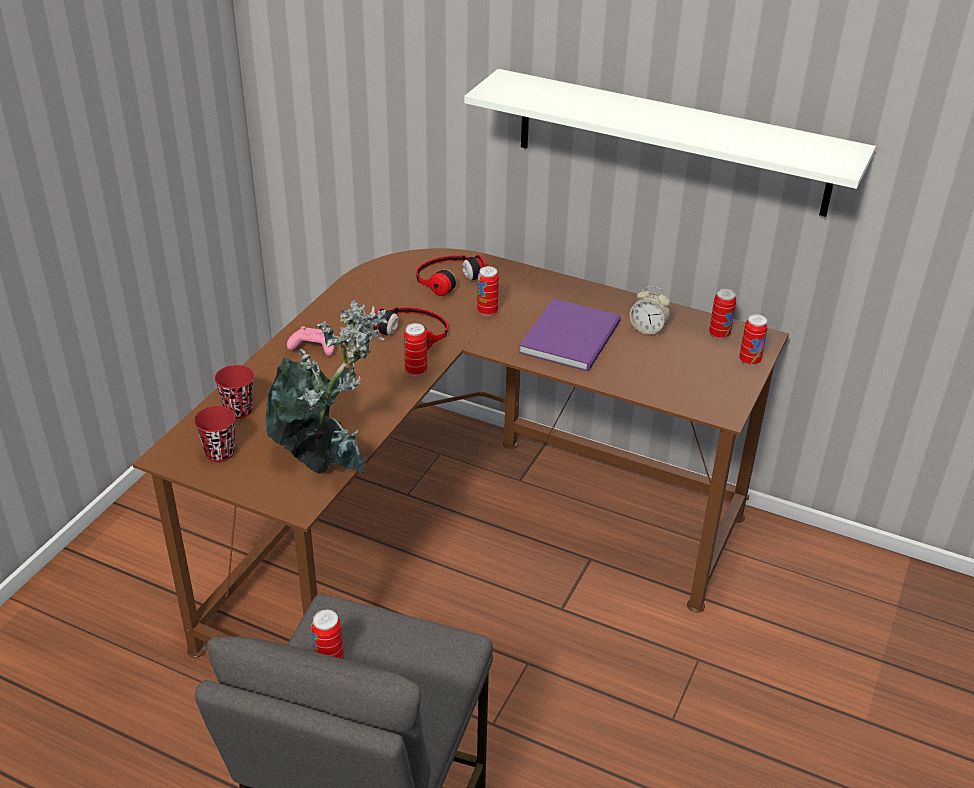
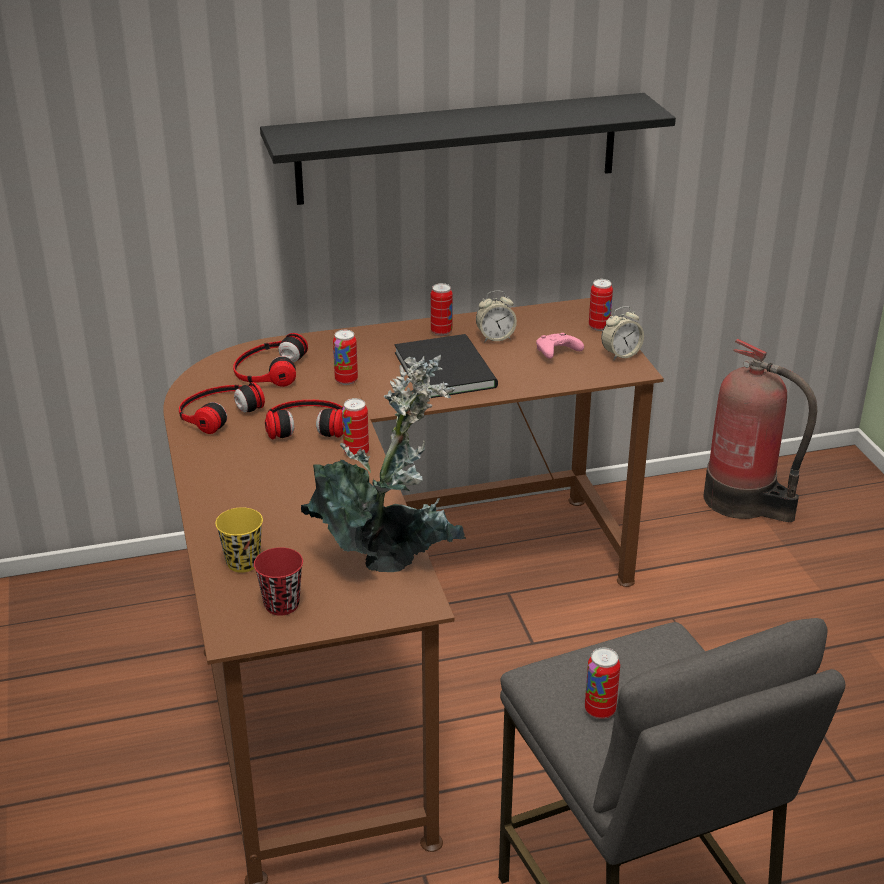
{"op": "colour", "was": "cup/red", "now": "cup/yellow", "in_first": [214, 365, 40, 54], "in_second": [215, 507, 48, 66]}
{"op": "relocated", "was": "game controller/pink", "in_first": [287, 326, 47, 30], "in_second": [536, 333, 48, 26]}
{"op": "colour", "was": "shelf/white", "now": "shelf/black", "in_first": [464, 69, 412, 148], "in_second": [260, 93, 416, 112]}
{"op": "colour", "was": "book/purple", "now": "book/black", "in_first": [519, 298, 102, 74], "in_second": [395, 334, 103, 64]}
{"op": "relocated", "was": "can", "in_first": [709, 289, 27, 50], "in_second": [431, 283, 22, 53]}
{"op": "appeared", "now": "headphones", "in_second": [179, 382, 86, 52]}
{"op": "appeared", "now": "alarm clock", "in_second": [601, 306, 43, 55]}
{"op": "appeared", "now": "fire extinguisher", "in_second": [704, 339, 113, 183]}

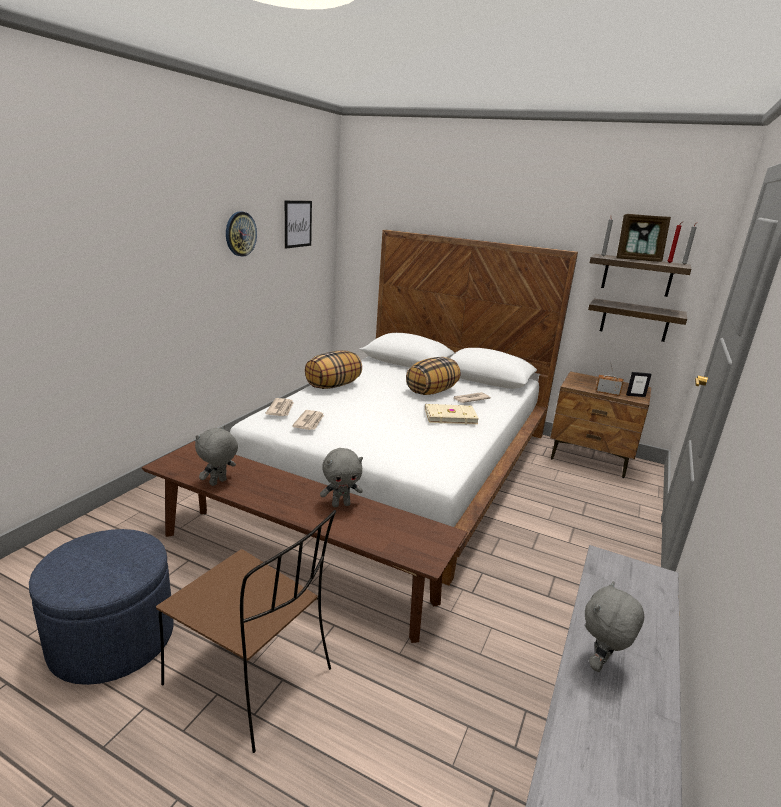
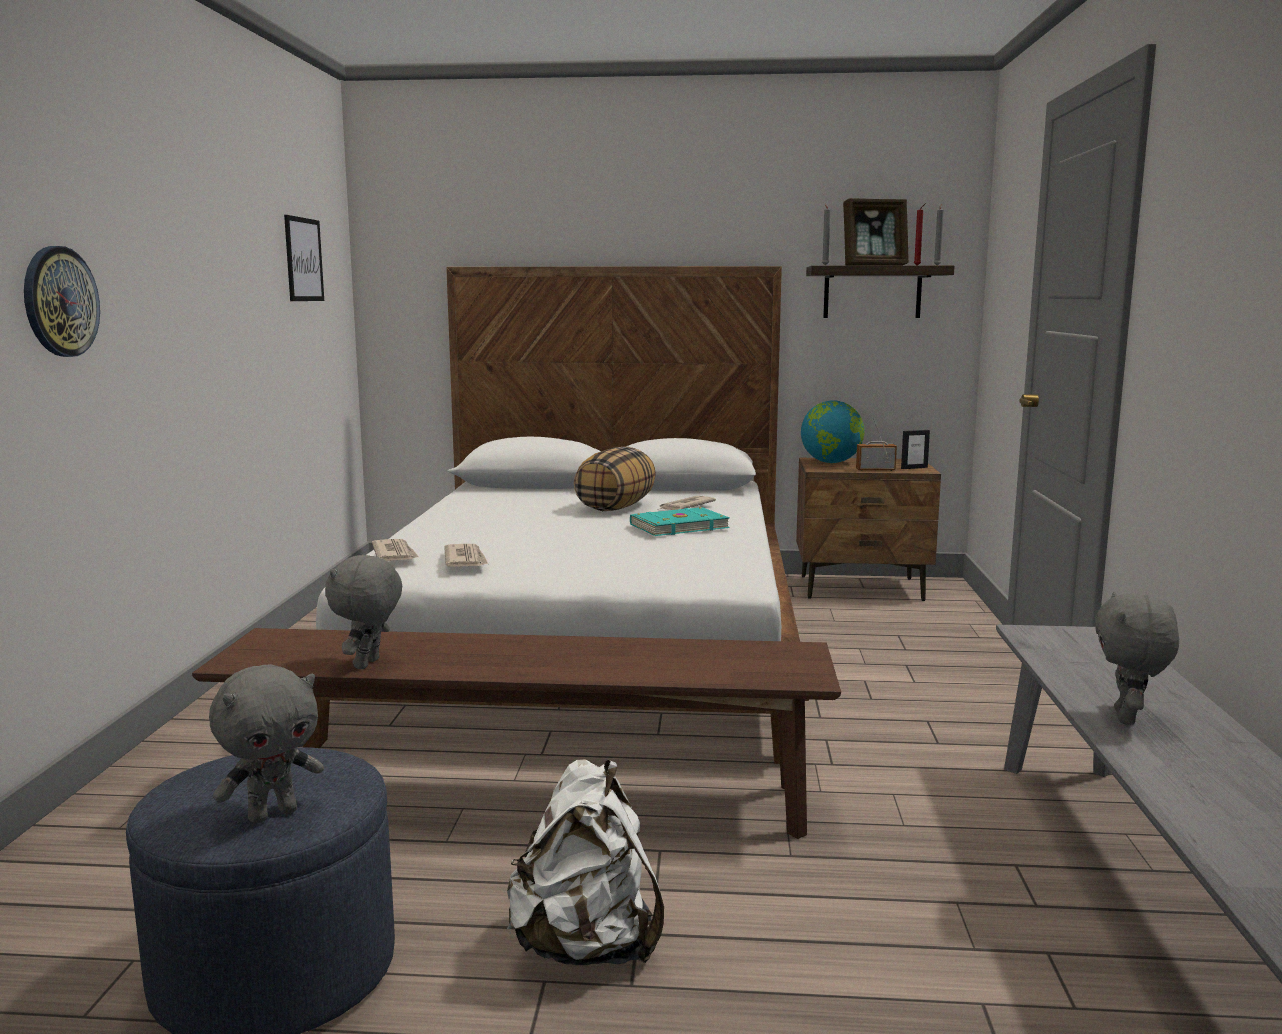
{"op": "exchanged", "was": "chair/brown", "now": "backpack/white", "in_first": [156, 510, 180, 243], "in_second": [507, 759, 157, 206]}
{"op": "relocated", "was": "wall clock", "in_first": [226, 212, 31, 45], "in_second": [24, 246, 76, 111]}
{"op": "missing", "was": "pillow", "in_first": [305, 350, 57, 39]}
{"op": "relocated", "was": "plush toy/grey", "in_first": [320, 448, 43, 59], "in_second": [209, 664, 115, 160]}
{"op": "colour", "was": "book/beige", "now": "book/turquoise", "in_first": [425, 404, 54, 20], "in_second": [630, 507, 100, 29]}
{"op": "missing", "was": "shelf", "in_first": [588, 298, 99, 44]}
{"op": "appeared", "now": "globe", "in_second": [801, 400, 64, 63]}

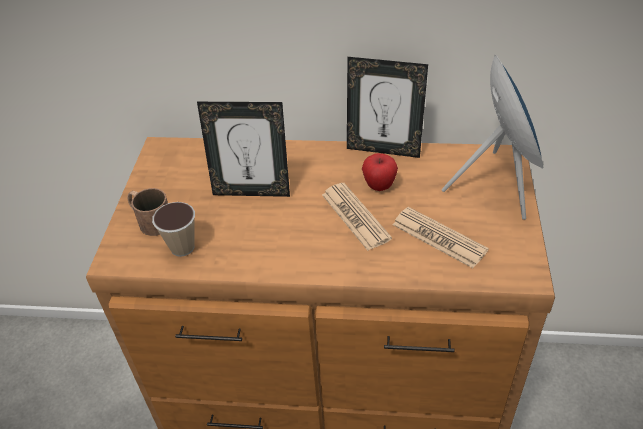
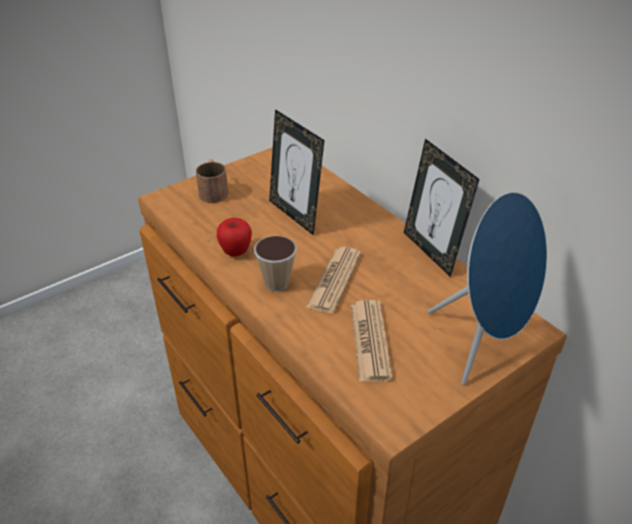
{"op": "relocated", "was": "cup", "in_first": [152, 202, 43, 55], "in_second": [254, 236, 43, 55]}
{"op": "relocated", "was": "apple", "in_first": [362, 153, 36, 38], "in_second": [217, 218, 35, 39]}

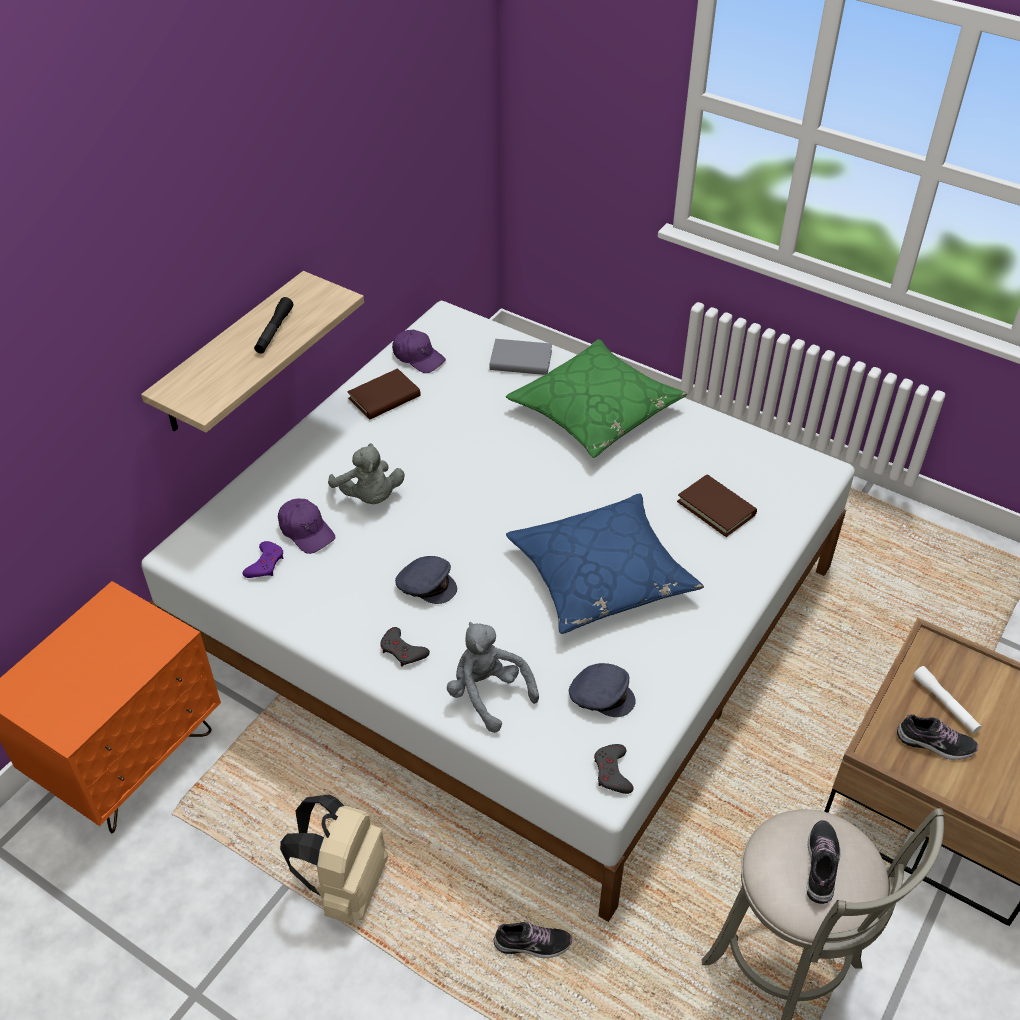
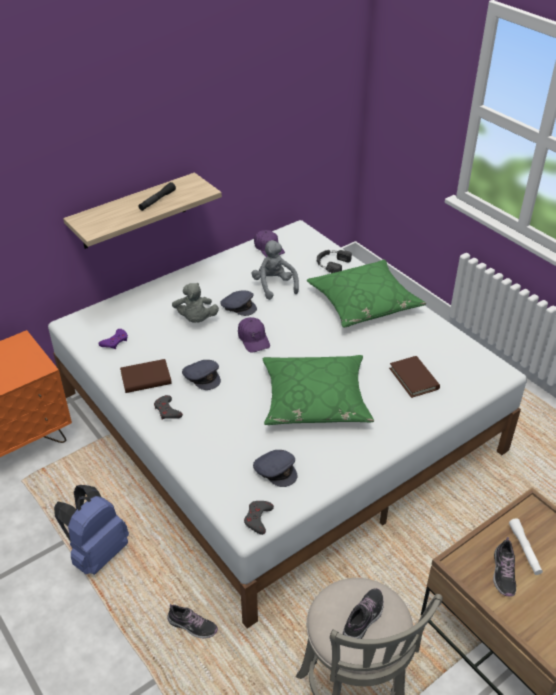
{"op": "relocated", "was": "cap/purple", "in_first": [278, 499, 57, 55], "in_second": [238, 317, 32, 36]}
{"op": "colour", "was": "backpack/beige", "now": "backpack/blue", "in_first": [280, 794, 108, 130], "in_second": [54, 485, 75, 90]}
{"op": "relocated", "was": "book/brown", "in_first": [347, 368, 74, 52], "in_second": [120, 359, 52, 34]}
{"op": "relocated", "was": "plush toy/grey", "in_first": [447, 622, 92, 111], "in_second": [251, 240, 48, 60]}
{"op": "exchanged", "was": "book/grey", "now": "headphones/black", "in_first": [490, 339, 62, 36], "in_second": [317, 250, 35, 23]}
{"op": "colour", "was": "pillow/blue", "now": "pillow/green", "in_first": [506, 493, 198, 141], "in_second": [263, 355, 111, 70]}
{"op": "spun", "was": "shoe", "in_first": [897, 713, 81, 47], "in_second": [493, 537, 23, 60], "clockwise": 60}
{"op": "appeared", "now": "cap/grey", "in_second": [220, 290, 37, 26]}

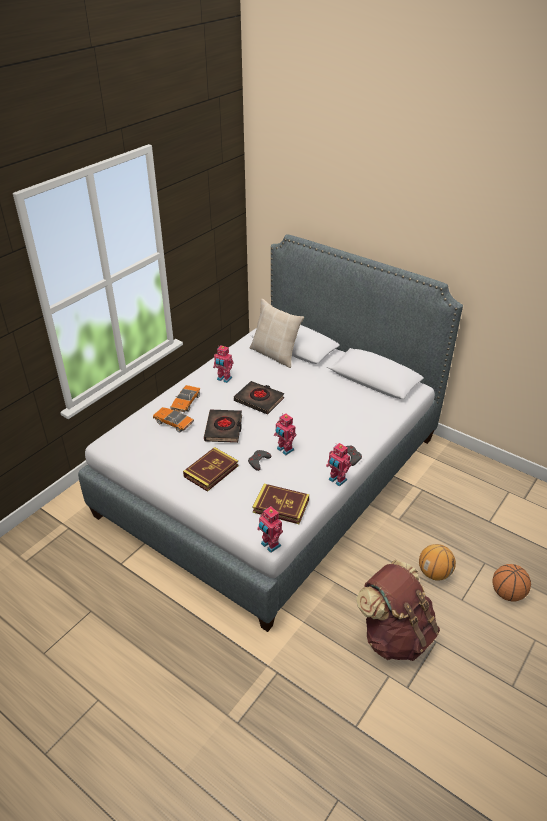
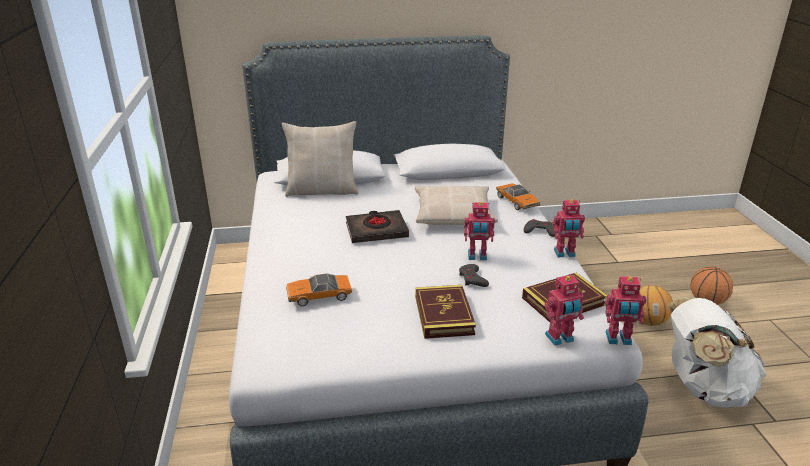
{"op": "relocated", "was": "toy car", "in_first": [170, 385, 30, 27], "in_second": [496, 183, 44, 27]}
{"op": "missing", "was": "book/black", "in_first": [204, 410, 38, 33]}
{"op": "relocated", "was": "toy robot", "in_first": [213, 345, 21, 38], "in_second": [545, 275, 39, 71]}
{"op": "colour", "was": "backpack/brown", "now": "backpack/white", "in_first": [356, 560, 84, 101], "in_second": [667, 297, 99, 110]}
{"op": "appeared", "now": "pillow/beige", "in_second": [415, 186, 83, 39]}

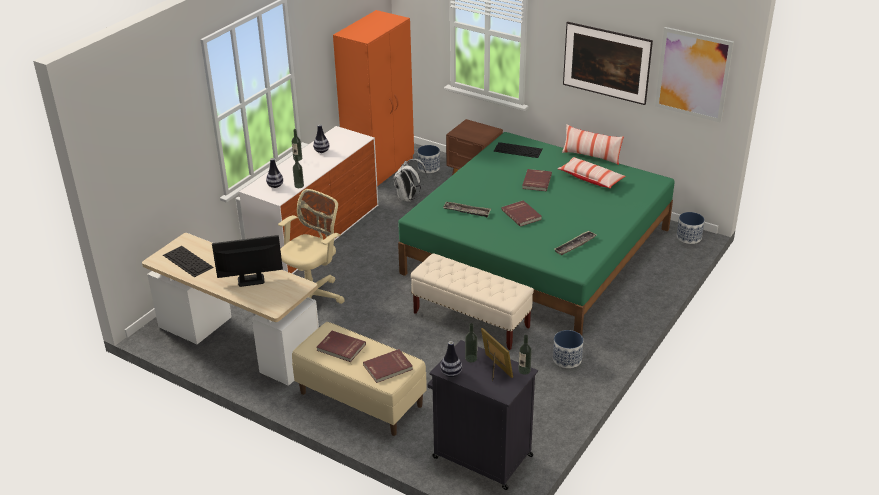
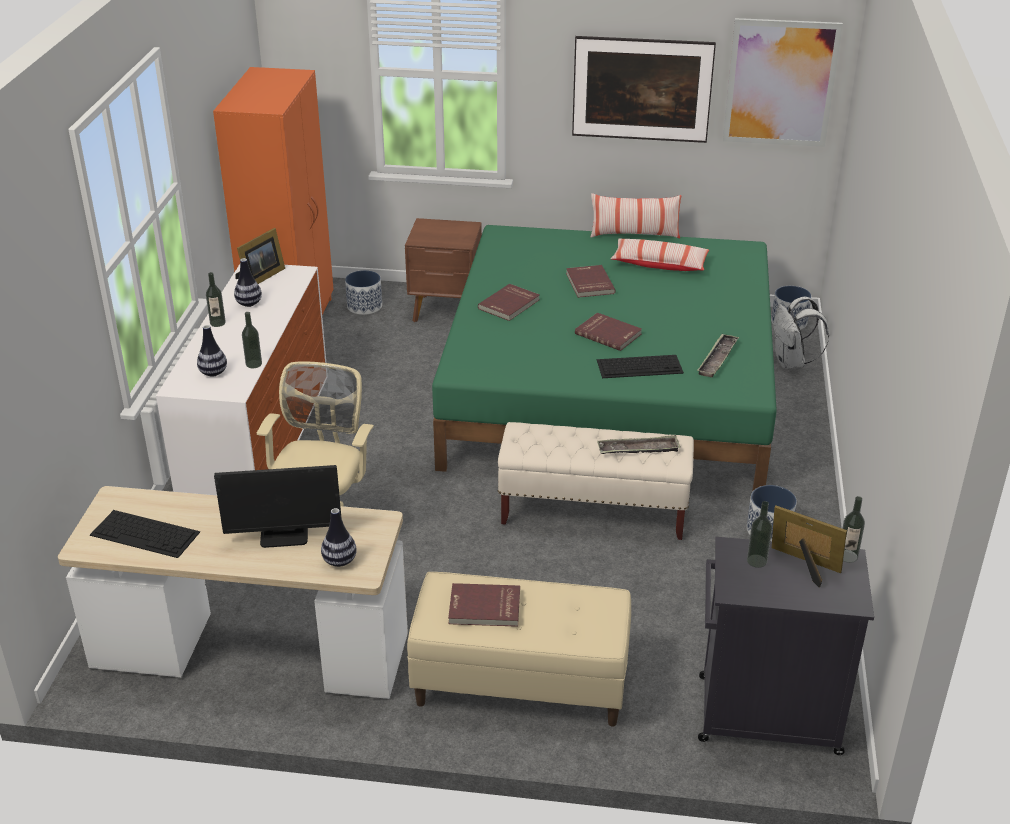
{"op": "spun", "was": "monitor", "in_first": [212, 235, 71, 52], "in_second": [214, 465, 127, 83], "clockwise": -150}
{"op": "relocated", "was": "book/red", "in_first": [363, 349, 50, 34], "in_second": [478, 284, 62, 37]}
{"op": "relocated", "was": "backpack/white", "in_first": [394, 159, 33, 43], "in_second": [773, 297, 56, 72]}
{"op": "relocated", "was": "vase", "in_first": [440, 341, 22, 36], "in_second": [321, 508, 36, 59]}
{"op": "relocated", "was": "tray", "in_first": [443, 202, 48, 15], "in_second": [597, 435, 84, 19]}
{"op": "relocated", "was": "keyboard", "in_first": [493, 142, 49, 16], "in_second": [597, 355, 87, 23]}
{"op": "appeared", "now": "picture frame", "in_second": [235, 228, 50, 56]}

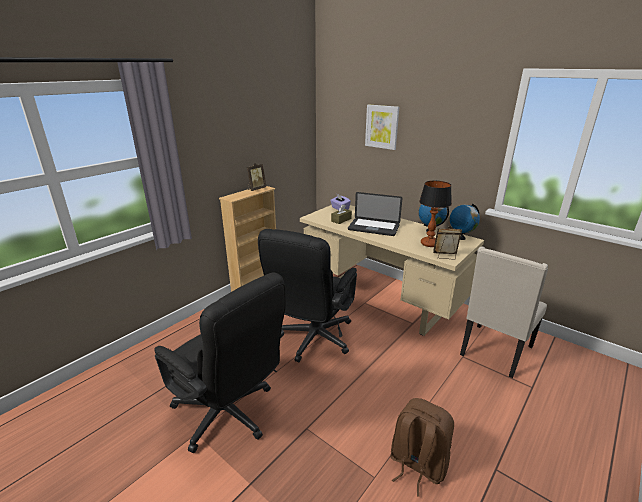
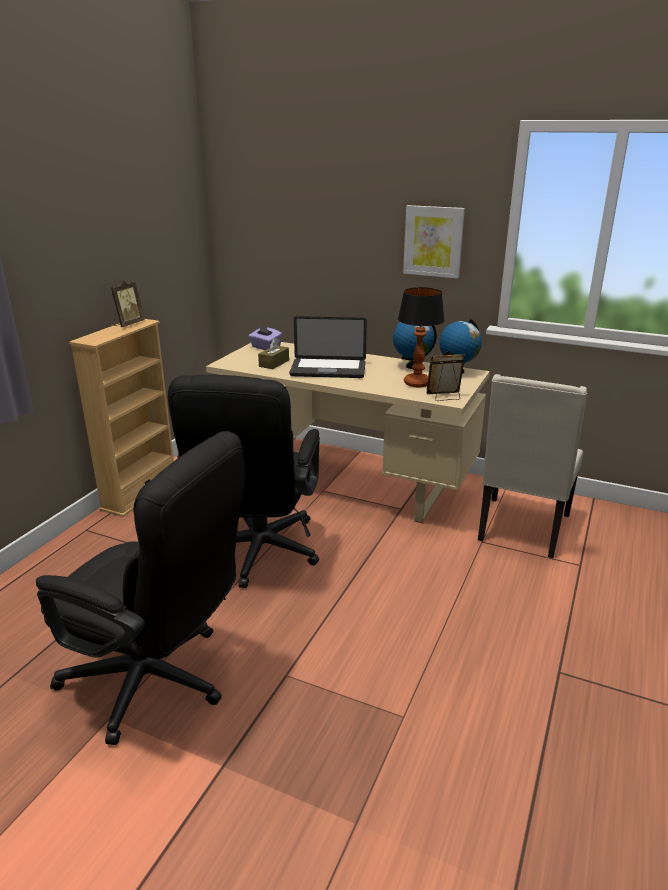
{"op": "relocated", "was": "picture", "in_first": [365, 104, 34, 46], "in_second": [403, 205, 62, 74]}
{"op": "missing", "was": "backpack/brown", "in_first": [390, 398, 64, 99]}

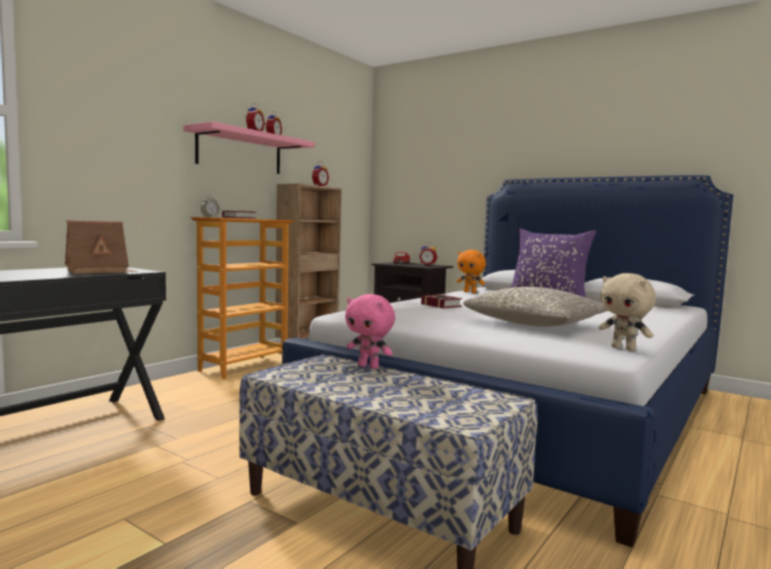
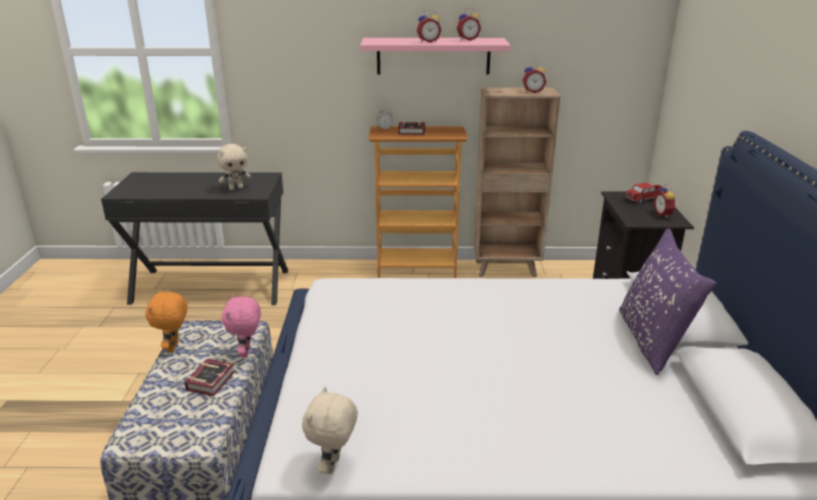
{"op": "exchanged", "was": "toy house", "now": "plush toy/beige", "in_first": [65, 220, 73, 54], "in_second": [217, 144, 34, 46]}
{"op": "relocated", "was": "book", "in_first": [421, 294, 41, 14], "in_second": [185, 359, 50, 37]}
{"op": "relocated", "was": "plush toy/orange", "in_first": [457, 250, 29, 43], "in_second": [145, 289, 43, 63]}
{"op": "missing", "was": "pillow/grey", "in_first": [463, 287, 145, 40]}

